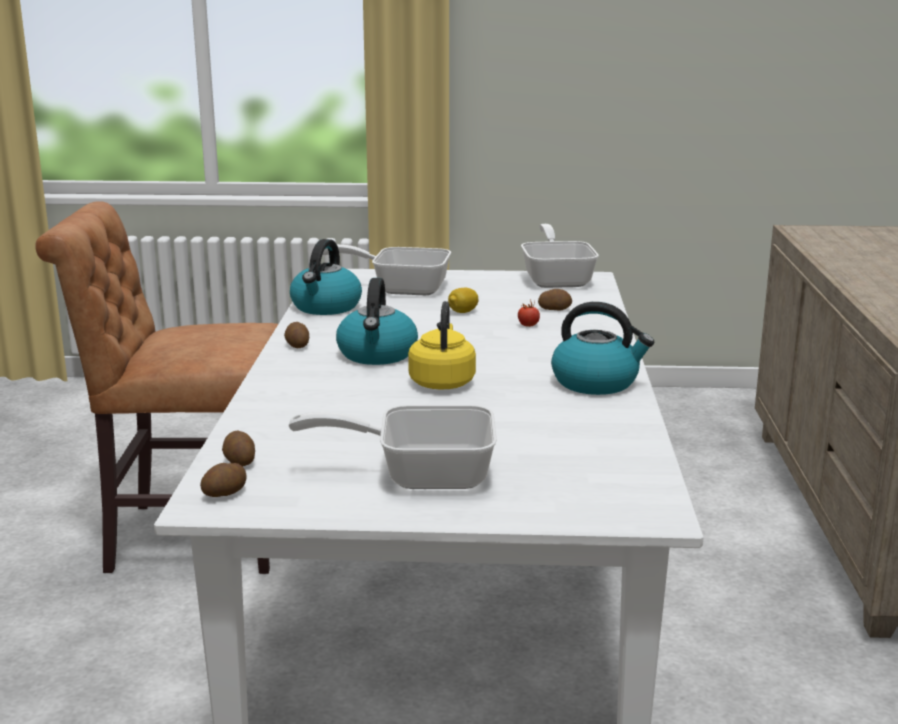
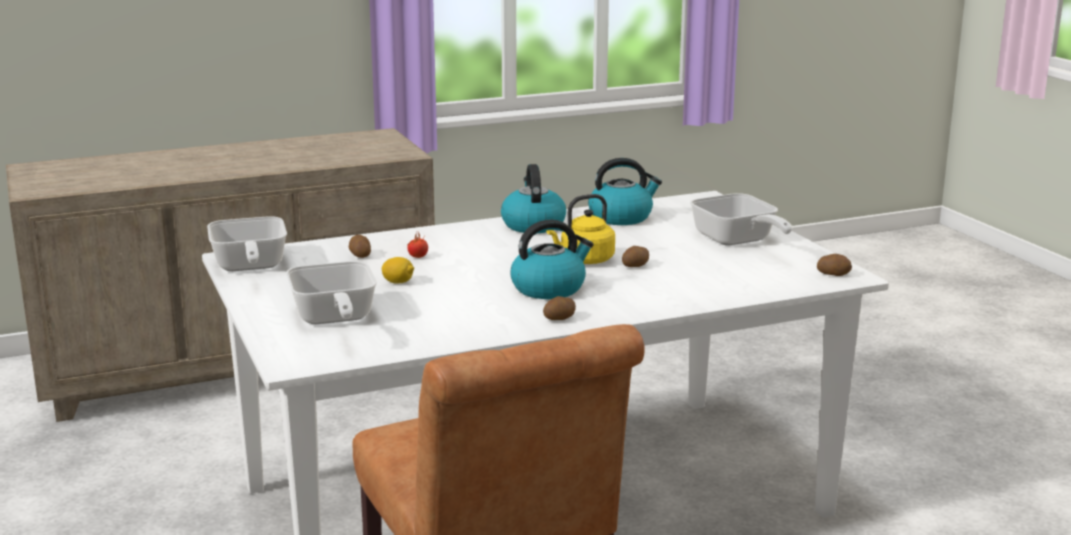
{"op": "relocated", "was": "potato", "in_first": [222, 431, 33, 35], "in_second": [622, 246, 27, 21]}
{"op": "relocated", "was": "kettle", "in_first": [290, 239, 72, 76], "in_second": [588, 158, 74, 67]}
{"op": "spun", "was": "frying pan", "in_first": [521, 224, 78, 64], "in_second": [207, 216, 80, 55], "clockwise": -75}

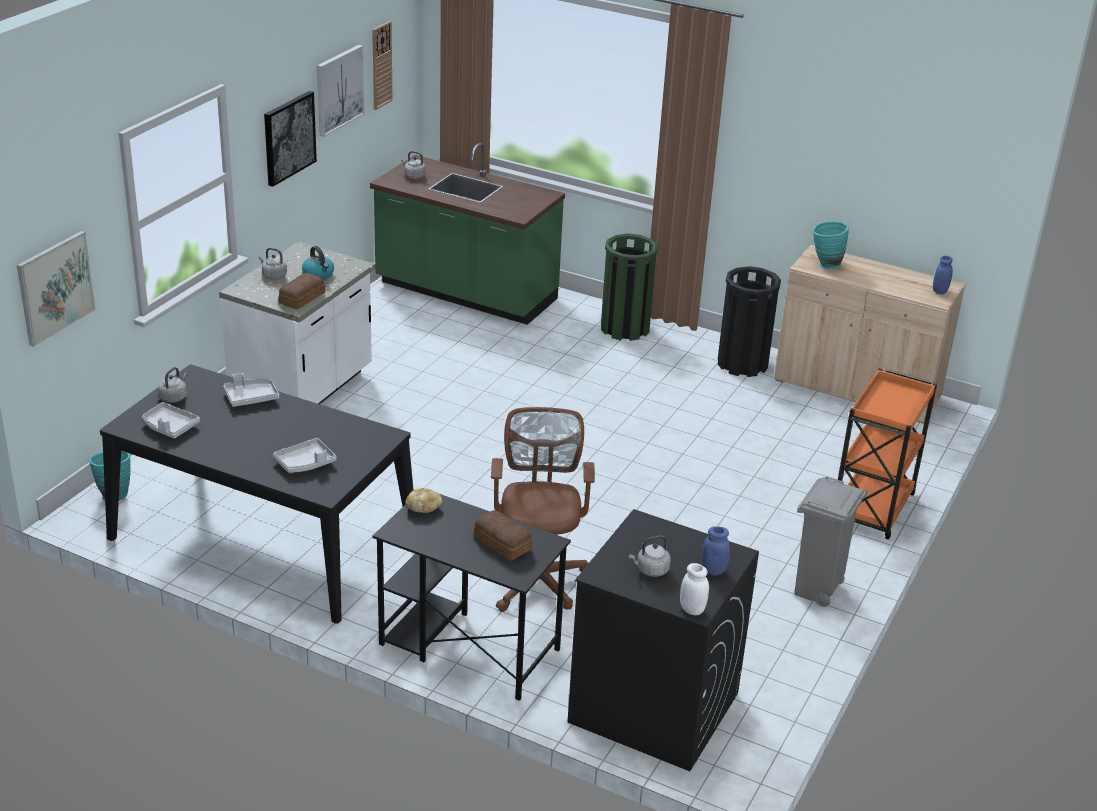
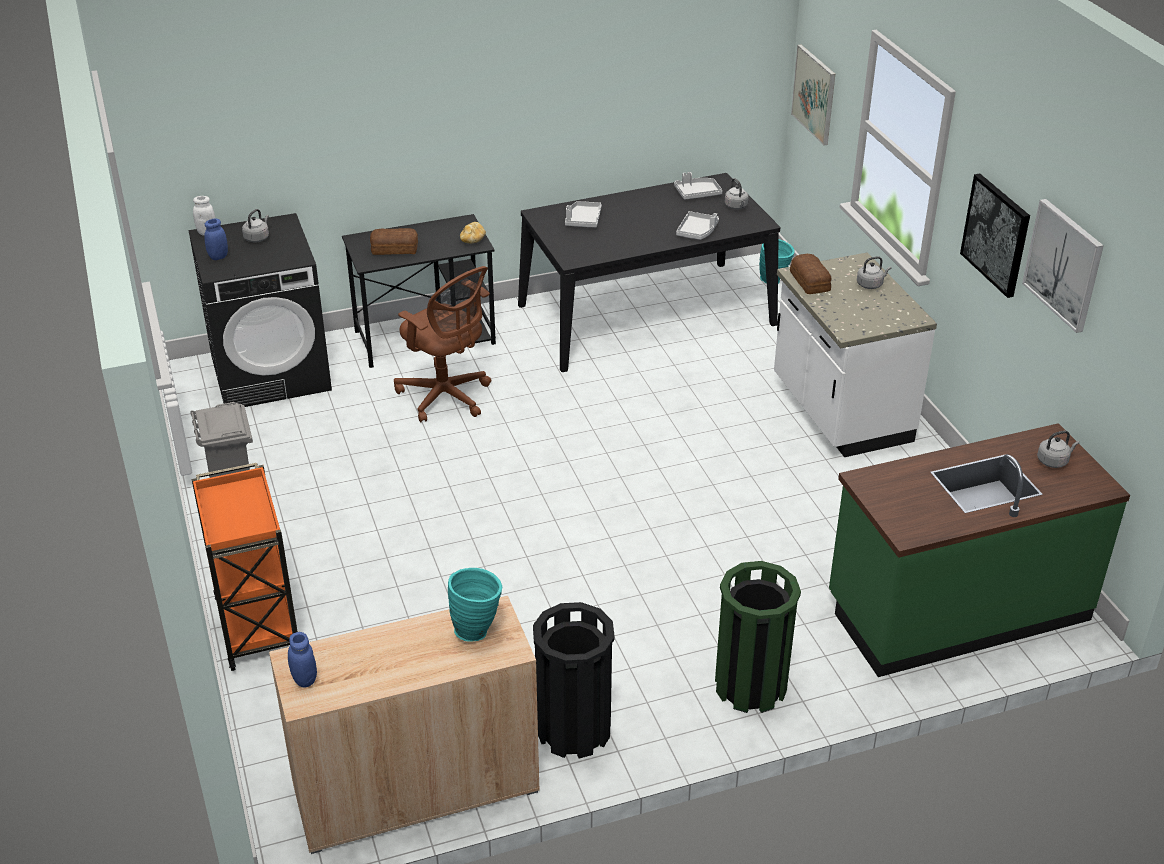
{"op": "missing", "was": "kettle", "in_first": [302, 246, 32, 34]}
{"op": "missing", "was": "wall clock", "in_first": [372, 21, 20, 89]}

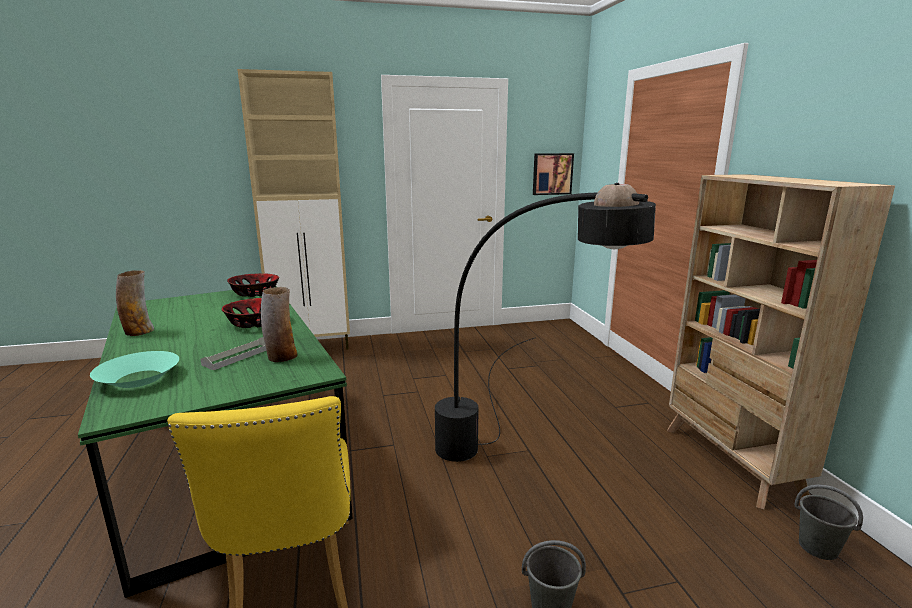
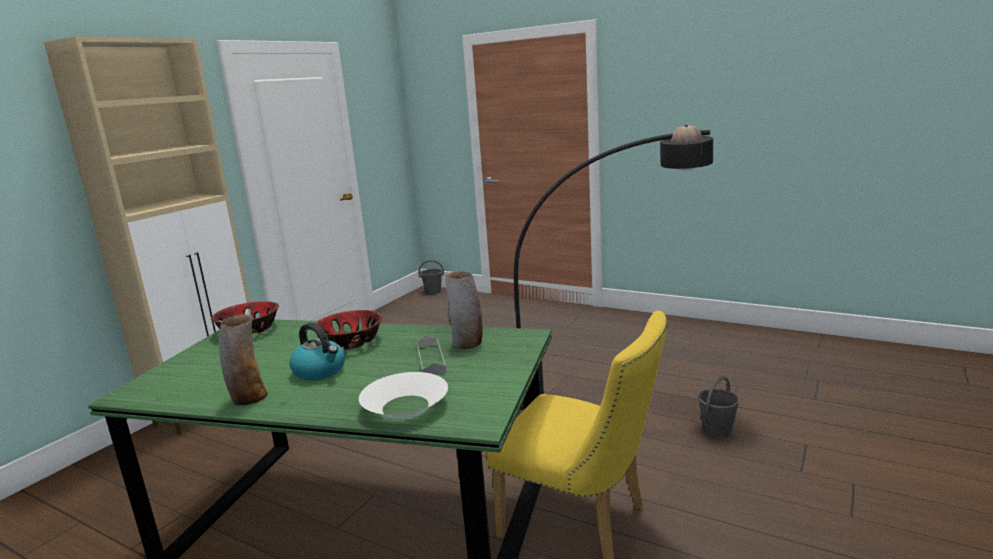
{"op": "colour", "was": "bowl/turquoise", "now": "bowl/white", "in_first": [90, 351, 89, 37], "in_second": [359, 372, 89, 47]}
{"op": "missing", "was": "picture", "in_first": [533, 153, 41, 42]}
{"op": "missing", "was": "bookcase/beige", "in_first": [667, 174, 228, 336]}
{"op": "relocated", "was": "bucket/grey", "in_first": [794, 484, 69, 76], "in_second": [419, 260, 25, 34]}
{"op": "appeared", "now": "kettle", "in_second": [290, 323, 55, 58]}

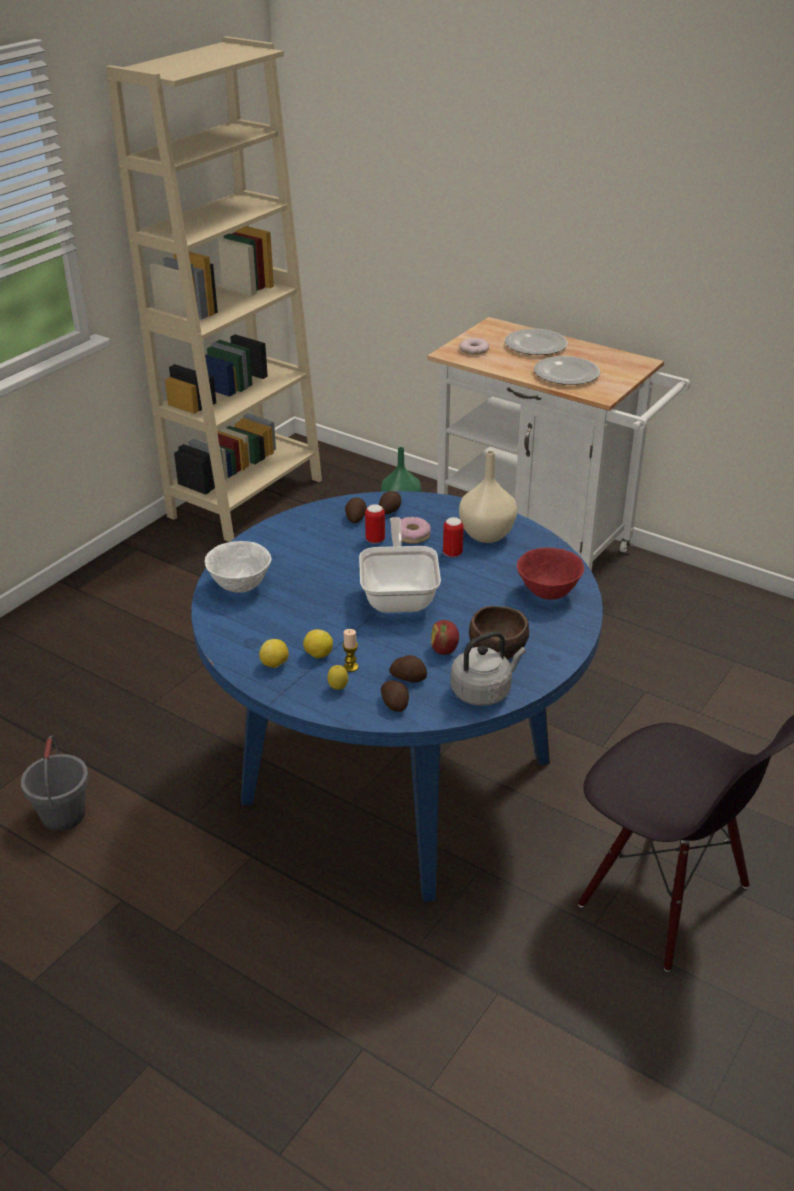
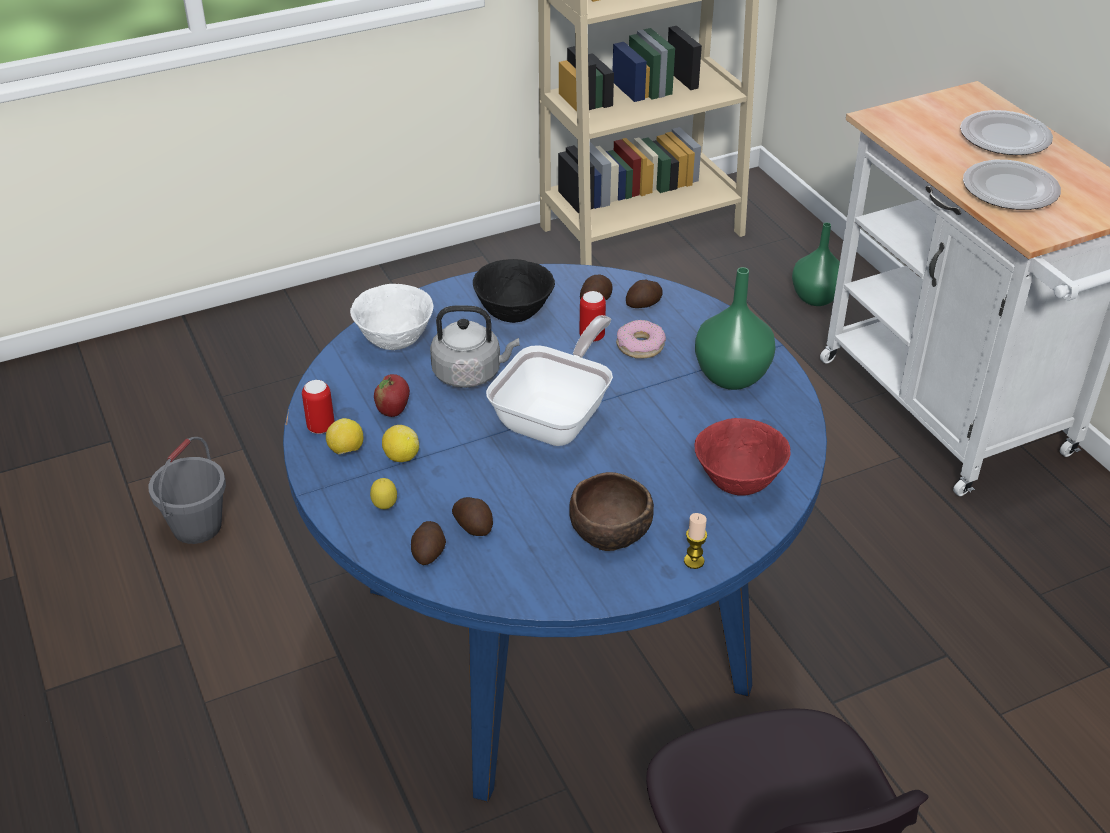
{"op": "relocated", "was": "candle", "in_first": [342, 629, 16, 43], "in_second": [684, 513, 23, 56]}
{"op": "relocated", "was": "apple", "in_first": [431, 620, 28, 35], "in_second": [374, 374, 36, 43]}
{"op": "relocated", "was": "can", "in_first": [443, 517, 21, 40], "in_second": [302, 380, 33, 54]}
{"op": "relocated", "was": "kettle/grey", "in_first": [451, 631, 75, 75], "in_second": [430, 305, 90, 83]}
{"op": "missing", "was": "donut", "in_first": [459, 338, 30, 17]}
{"op": "colour", "was": "vase/beige", "now": "vase/green", "in_first": [459, 450, 58, 93], "in_second": [695, 267, 81, 123]}
{"op": "appeared", "now": "bowl/black", "in_second": [473, 259, 82, 64]}

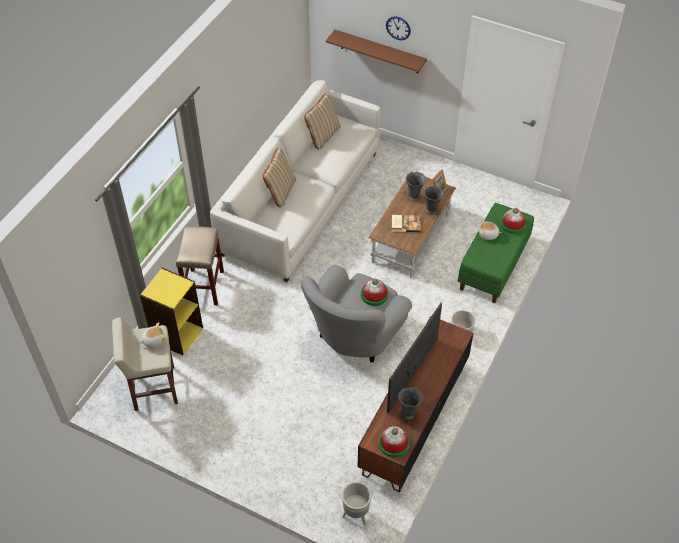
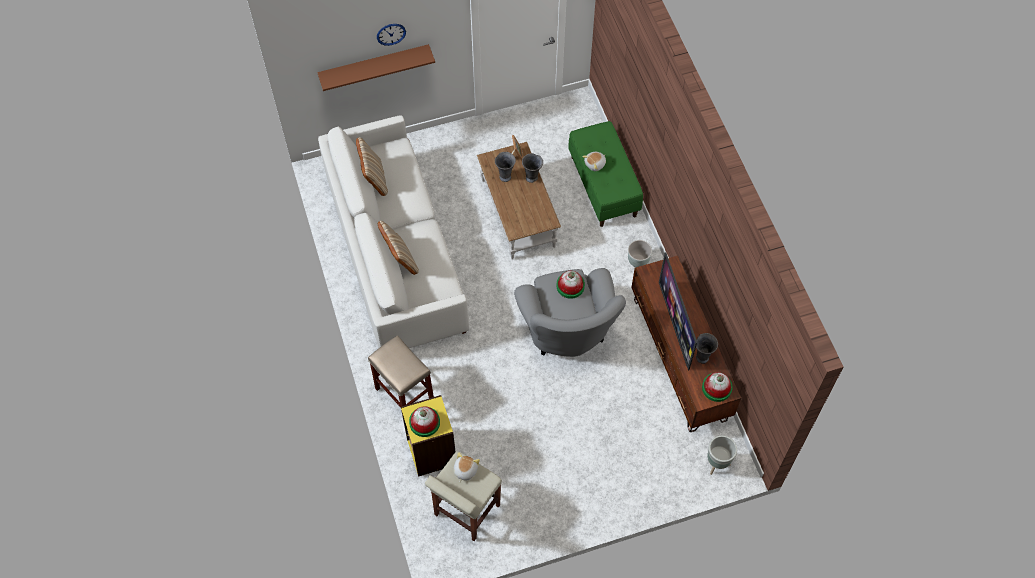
{"op": "missing", "was": "book", "in_first": [392, 215, 29, 17]}
{"op": "relocated", "was": "hat", "in_first": [500, 208, 26, 26], "in_second": [409, 406, 31, 31]}

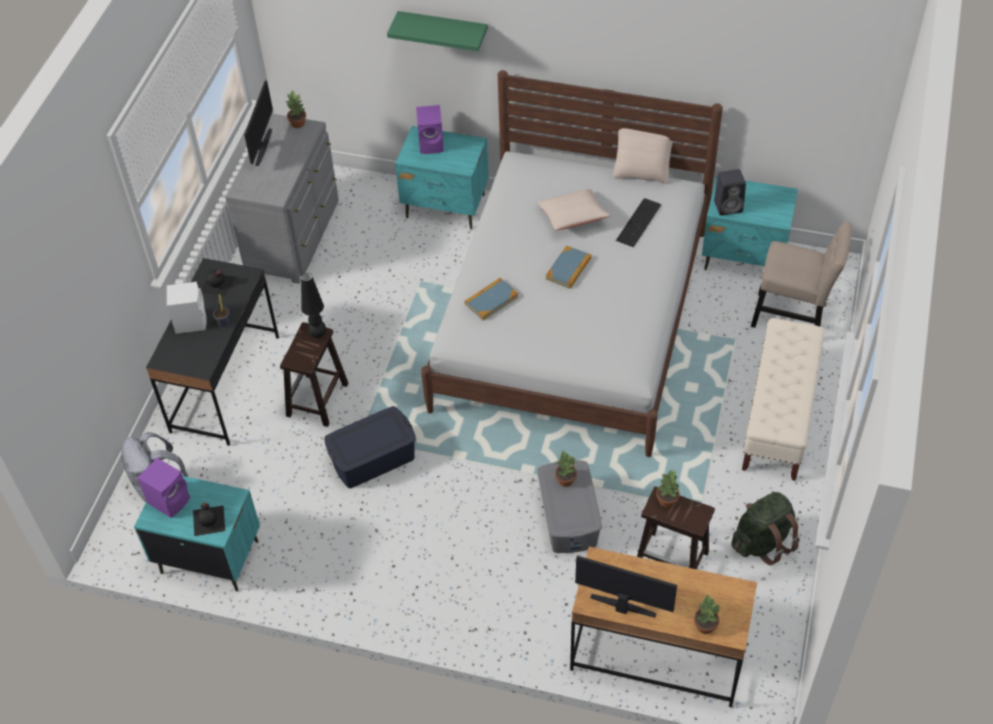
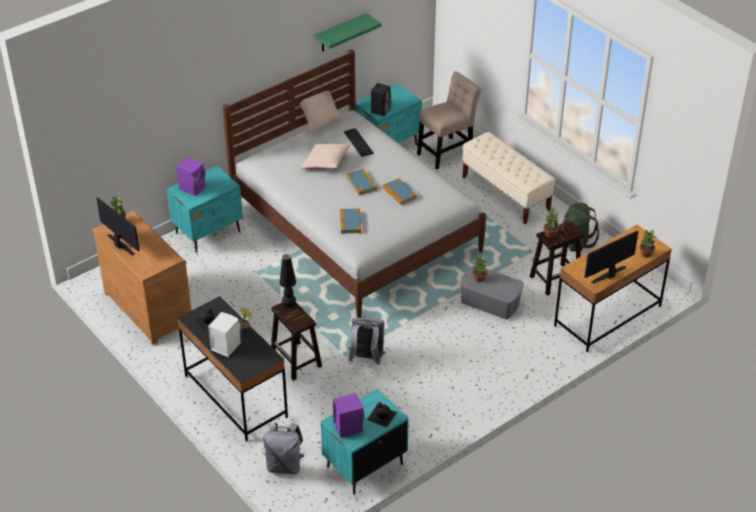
{"op": "colour", "was": "dresser/grey", "now": "dresser/brown", "in_first": [225, 114, 114, 170], "in_second": [93, 210, 98, 135]}
{"op": "exchanged", "was": "storage box/blue", "now": "backpack/grey", "in_first": [324, 406, 91, 82], "in_second": [348, 318, 37, 47]}
{"op": "relocated", "was": "shelf/green", "in_first": [387, 11, 101, 40], "in_second": [315, 13, 67, 39]}
{"op": "appeared", "now": "book", "in_second": [383, 178, 34, 27]}

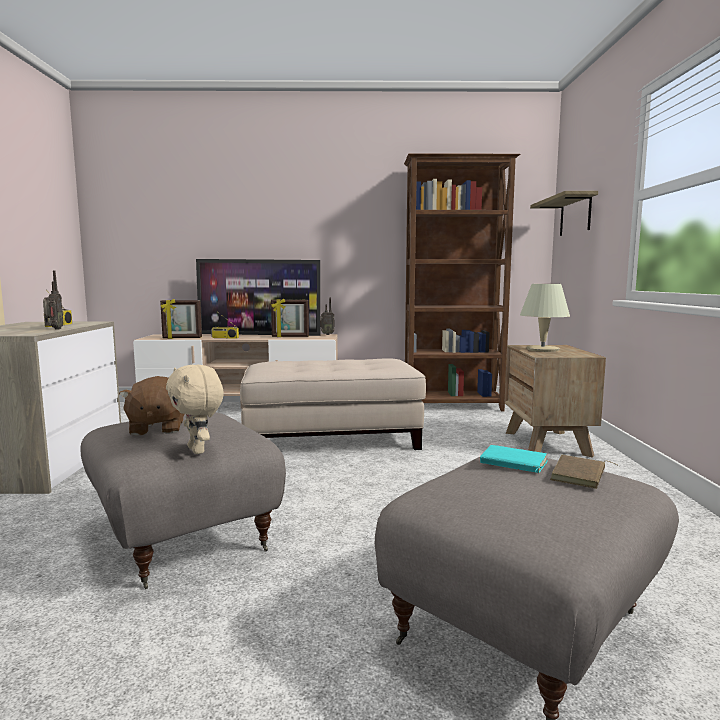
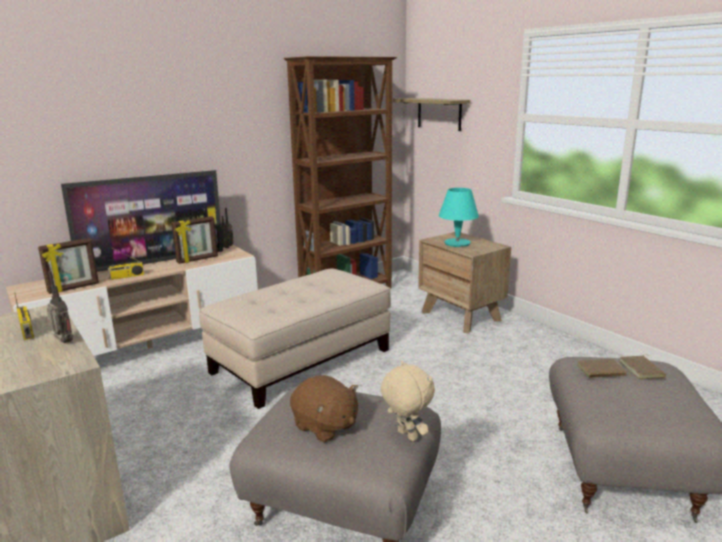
{"op": "spun", "was": "plush toy/beige", "in_first": [166, 365, 58, 89], "in_second": [381, 361, 54, 81], "clockwise": -150}
{"op": "colour", "was": "book/turquoise", "now": "book/brown", "in_first": [480, 445, 68, 28], "in_second": [577, 359, 54, 19]}
{"op": "colour", "was": "table lamp/beige", "now": "table lamp/turquoise", "in_first": [520, 284, 50, 68], "in_second": [439, 188, 40, 59]}

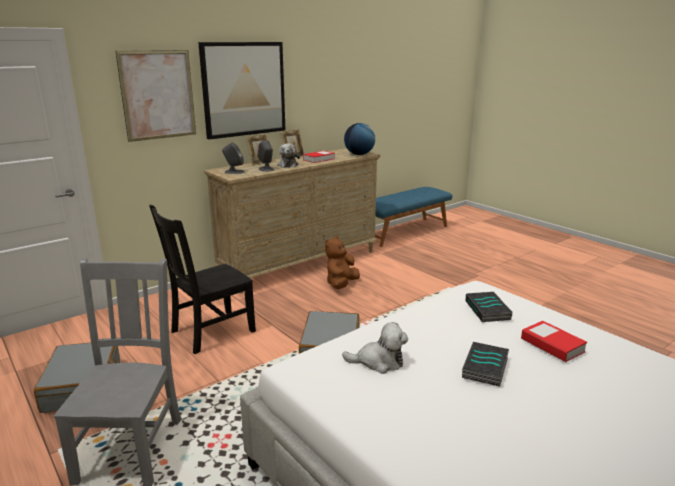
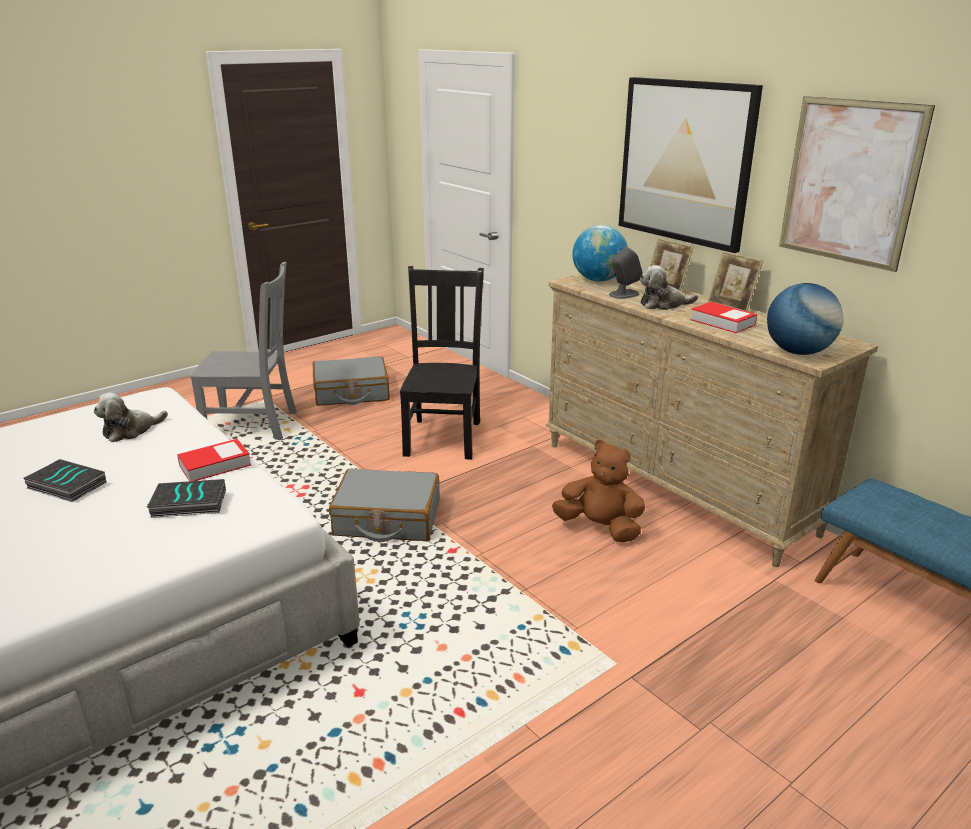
{"op": "relocated", "was": "picture", "in_first": [115, 50, 81, 92], "in_second": [779, 96, 156, 176]}
{"op": "spun", "was": "chair/black", "in_first": [149, 205, 107, 149], "in_second": [400, 266, 84, 194], "clockwise": 45}
{"op": "exchanged", "was": "speaker/grey", "now": "globe", "in_first": [222, 142, 23, 32], "in_second": [572, 225, 56, 57]}
{"op": "spun", "was": "plush toy", "in_first": [342, 322, 66, 52], "in_second": [94, 393, 74, 49], "clockwise": 45}
{"op": "relocated", "was": "book", "in_first": [521, 321, 66, 41], "in_second": [177, 439, 74, 42]}

